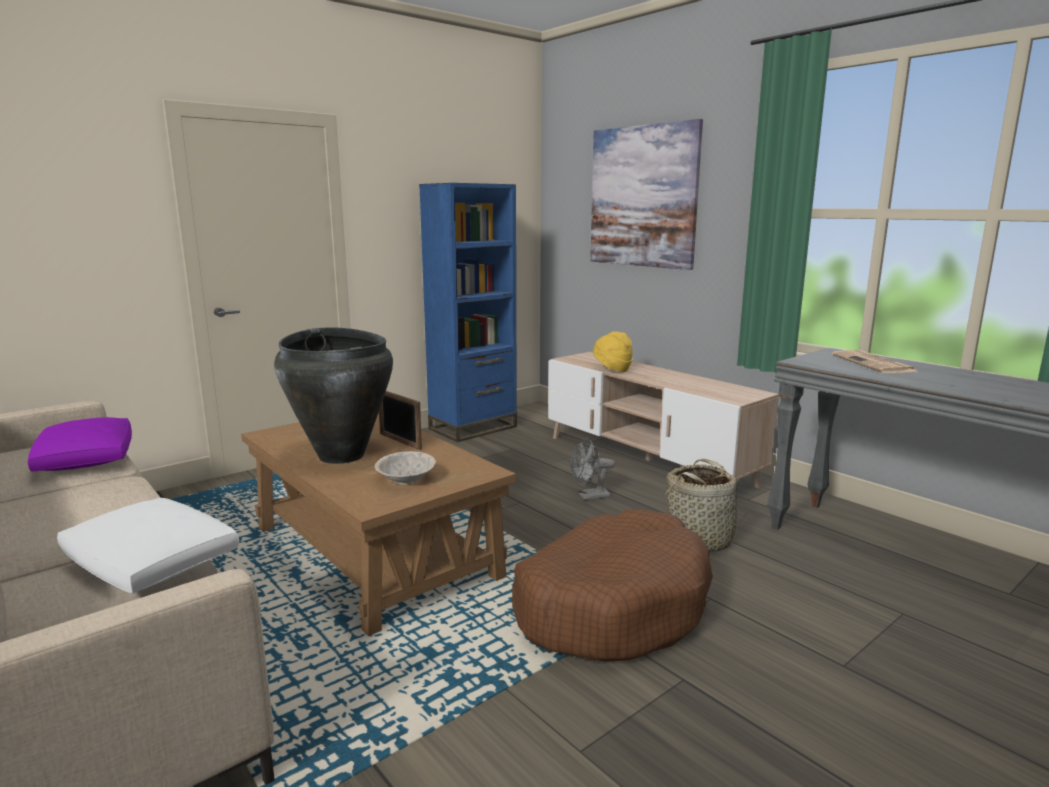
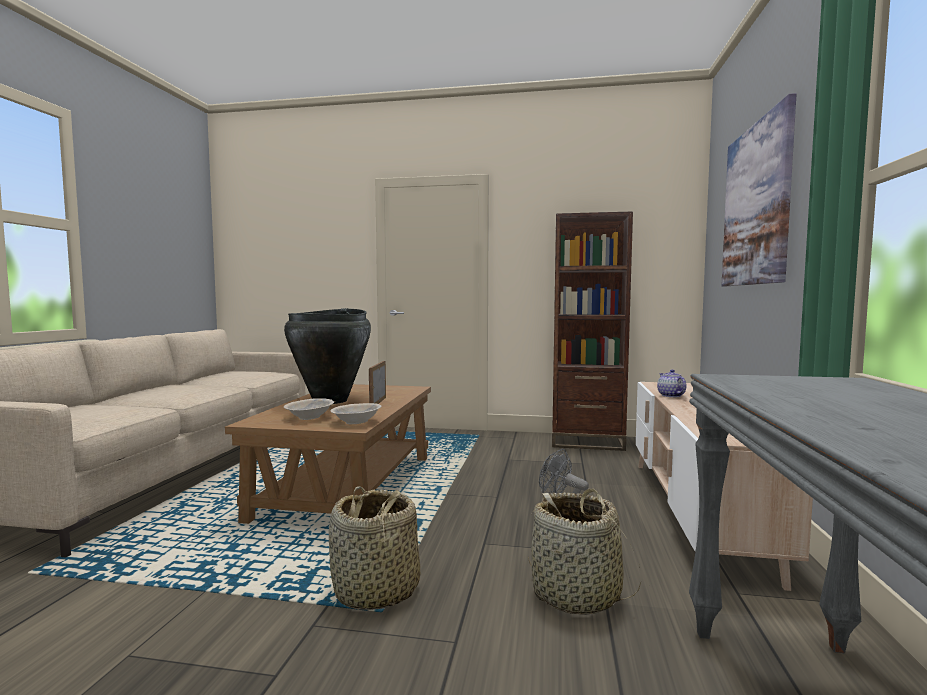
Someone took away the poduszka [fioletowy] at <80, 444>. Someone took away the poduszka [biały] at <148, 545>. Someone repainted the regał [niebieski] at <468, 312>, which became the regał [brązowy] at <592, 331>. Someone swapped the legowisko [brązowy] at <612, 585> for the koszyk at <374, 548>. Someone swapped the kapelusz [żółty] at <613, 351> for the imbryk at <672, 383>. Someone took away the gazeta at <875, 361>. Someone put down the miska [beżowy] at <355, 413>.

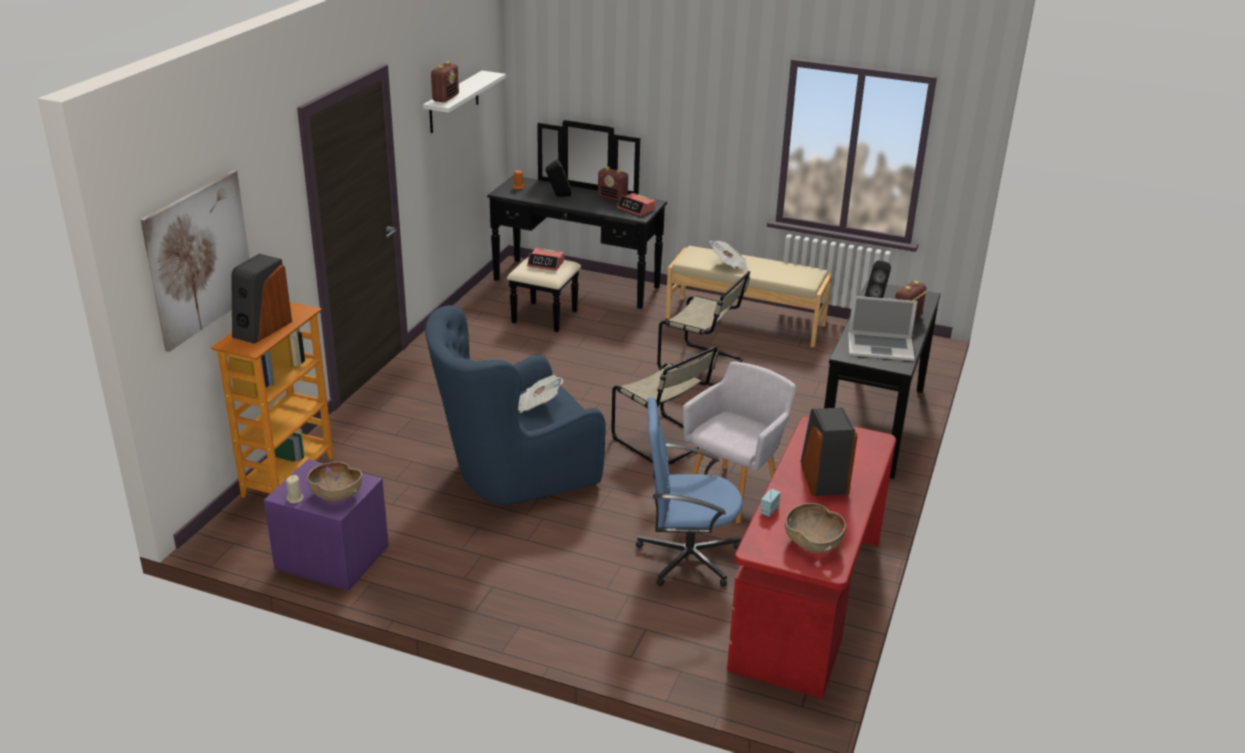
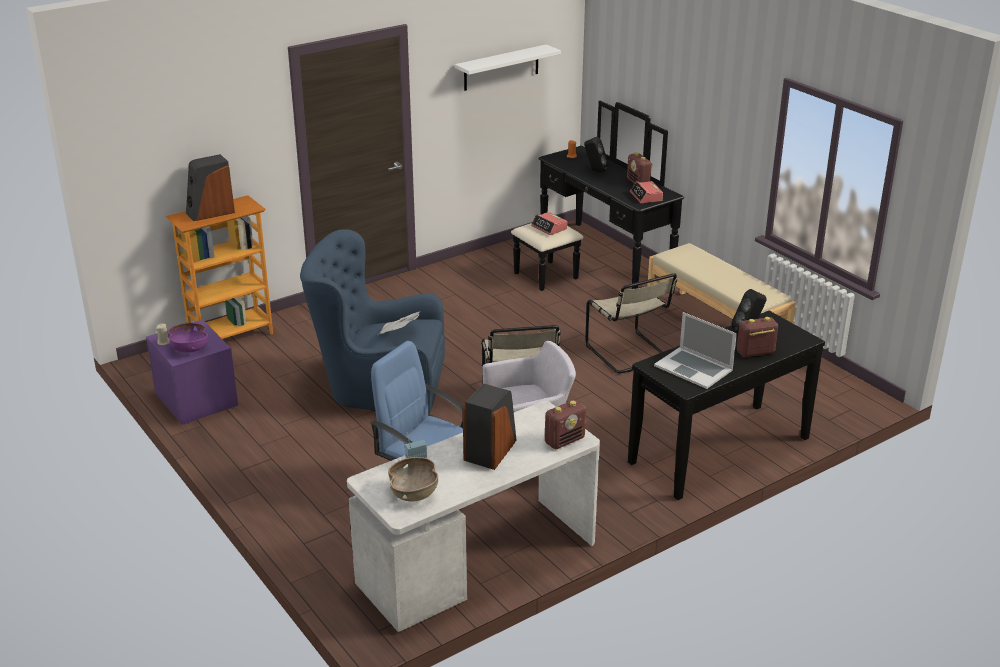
Someone took away the obraz at <195, 261>. Someone repainted the miska [brązowy] at <334, 481>, which became the miska [fioletowy] at <188, 338>. Someone carried the radio from <444, 82> to <565, 424>. Someone took away the gazeta at <729, 256>. Someone repainted the biurko [czerwony] at <811, 557>, which became the biurko [biały] at <473, 516>.

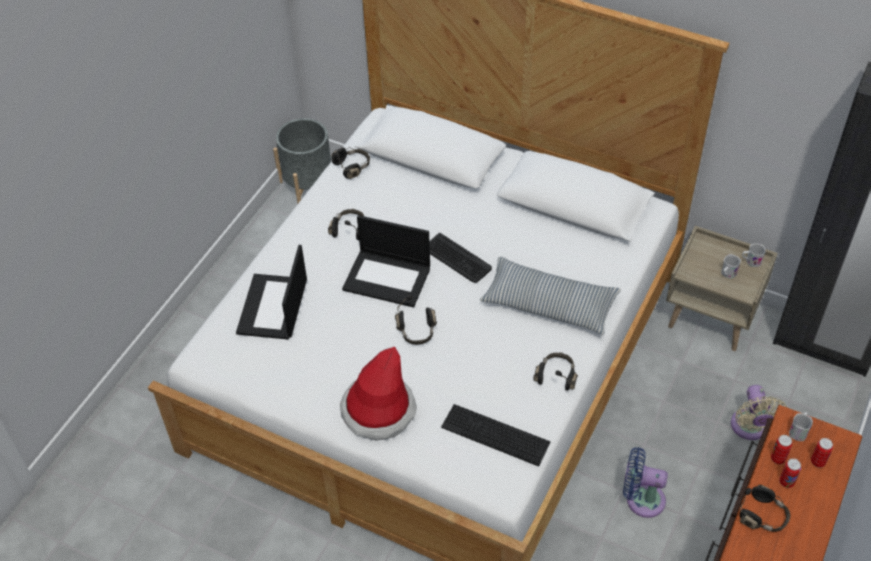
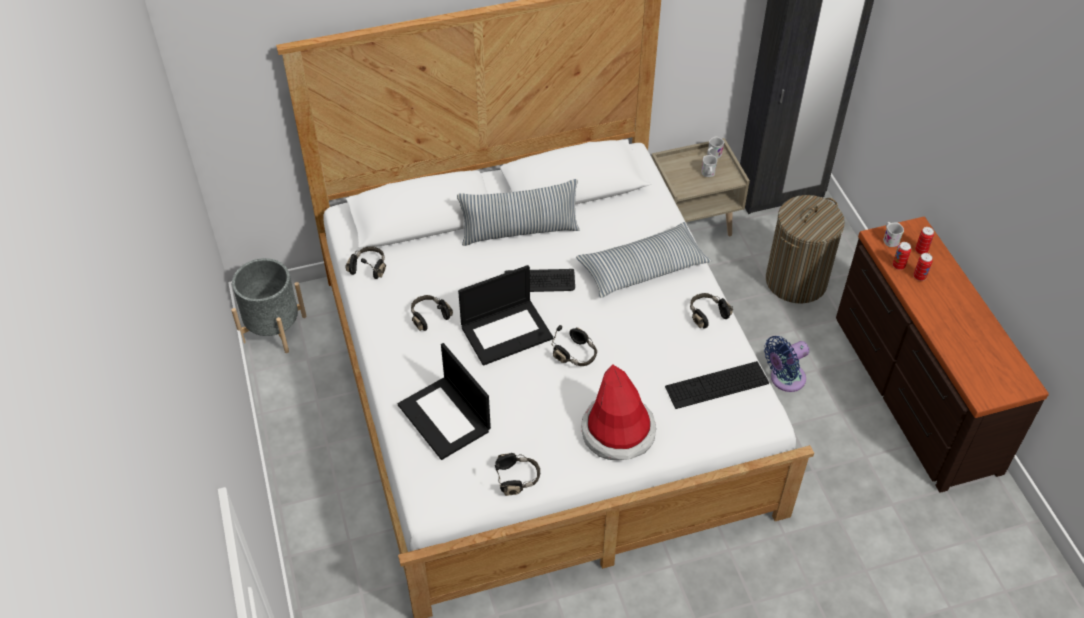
Someone swapped the wentylator [beżowy] at <759, 412> for the kosz na pranie at <805, 249>. Someone carried the słuchawki [czarny] from <764, 508> to <517, 474>. Someone put down the poduszka at <518, 212>.

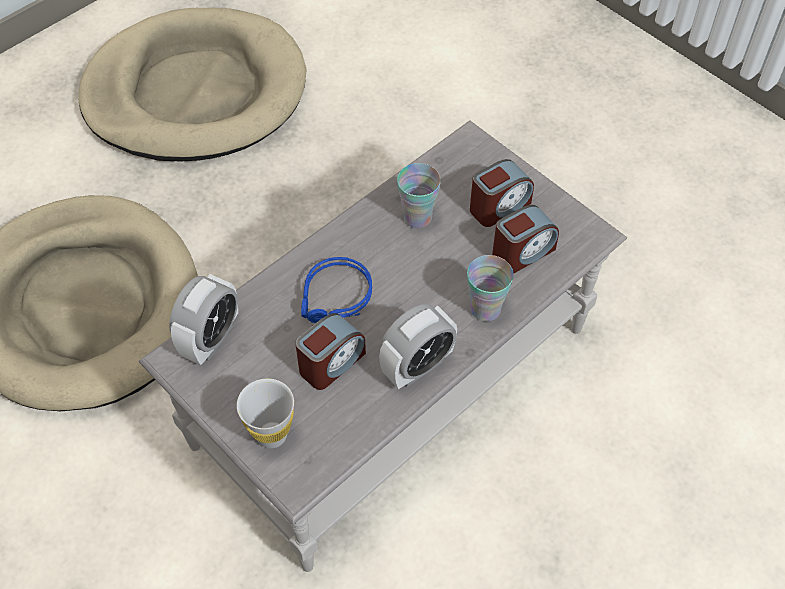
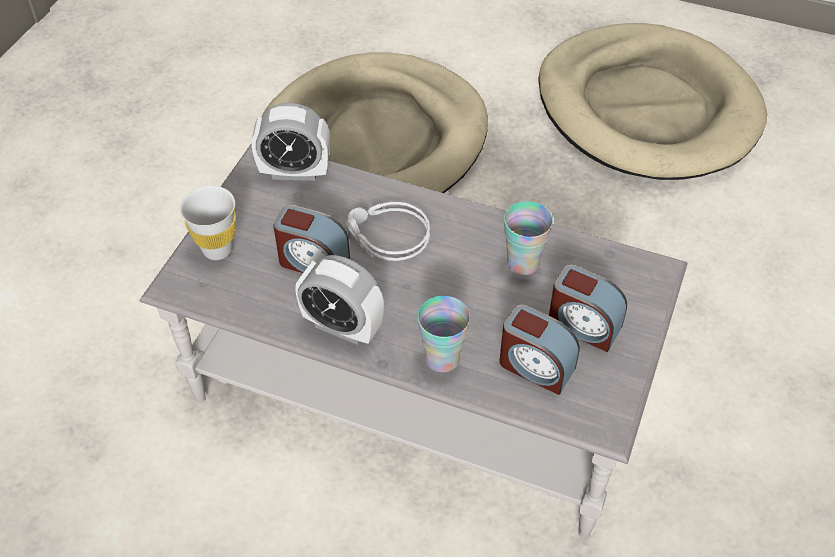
Someone repainted the słuchawki [niebieski] at <336, 290>, which became the słuchawki [szary] at <388, 231>.

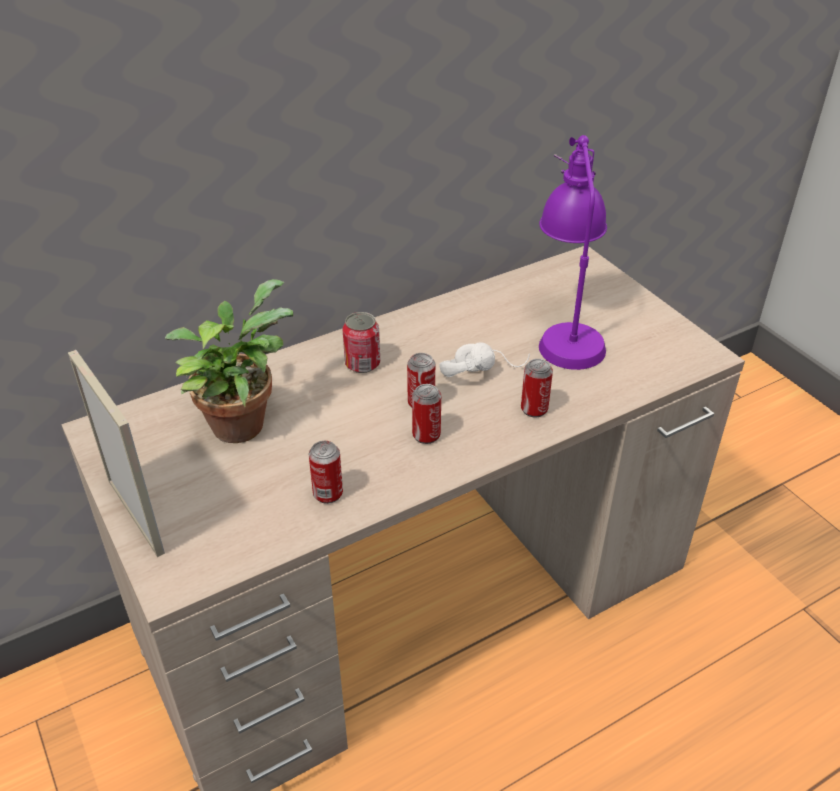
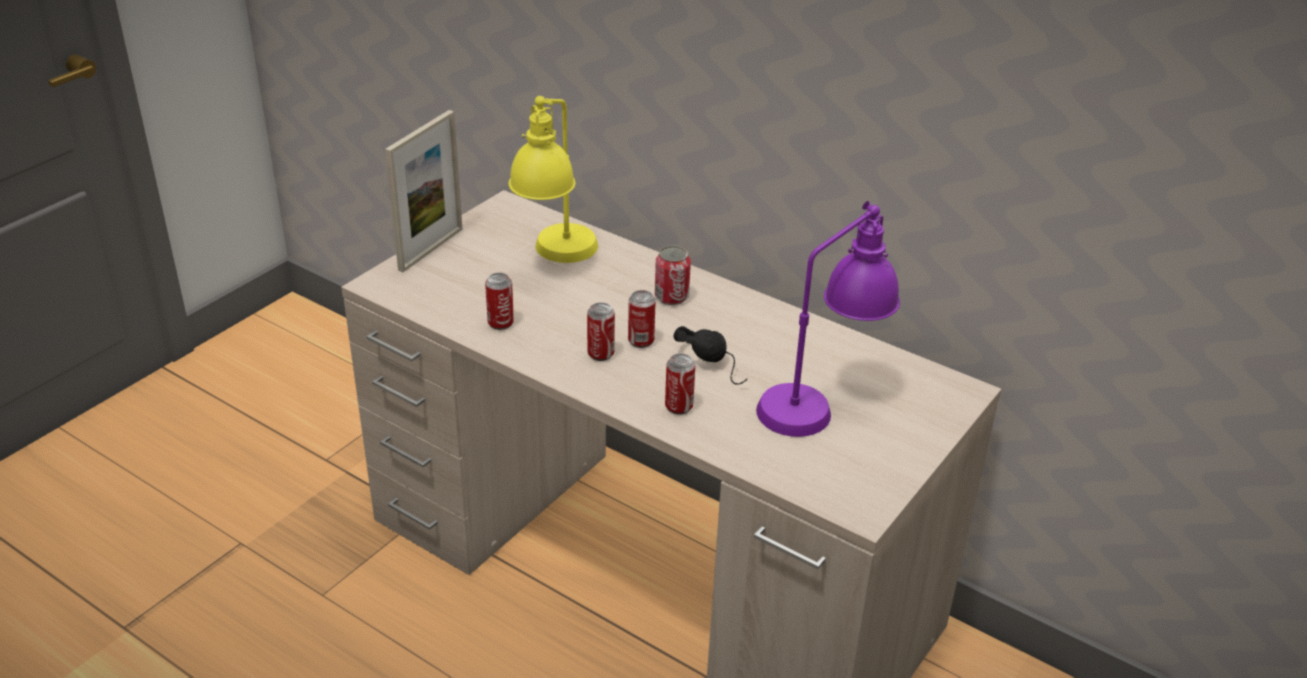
Someone swapped the roślina doniczkowa at <229, 361> for the lampa stołowa [żółty] at <553, 179>. Someone repainted the słuchawki [biały] at <484, 360>, which became the słuchawki [czarny] at <711, 355>.

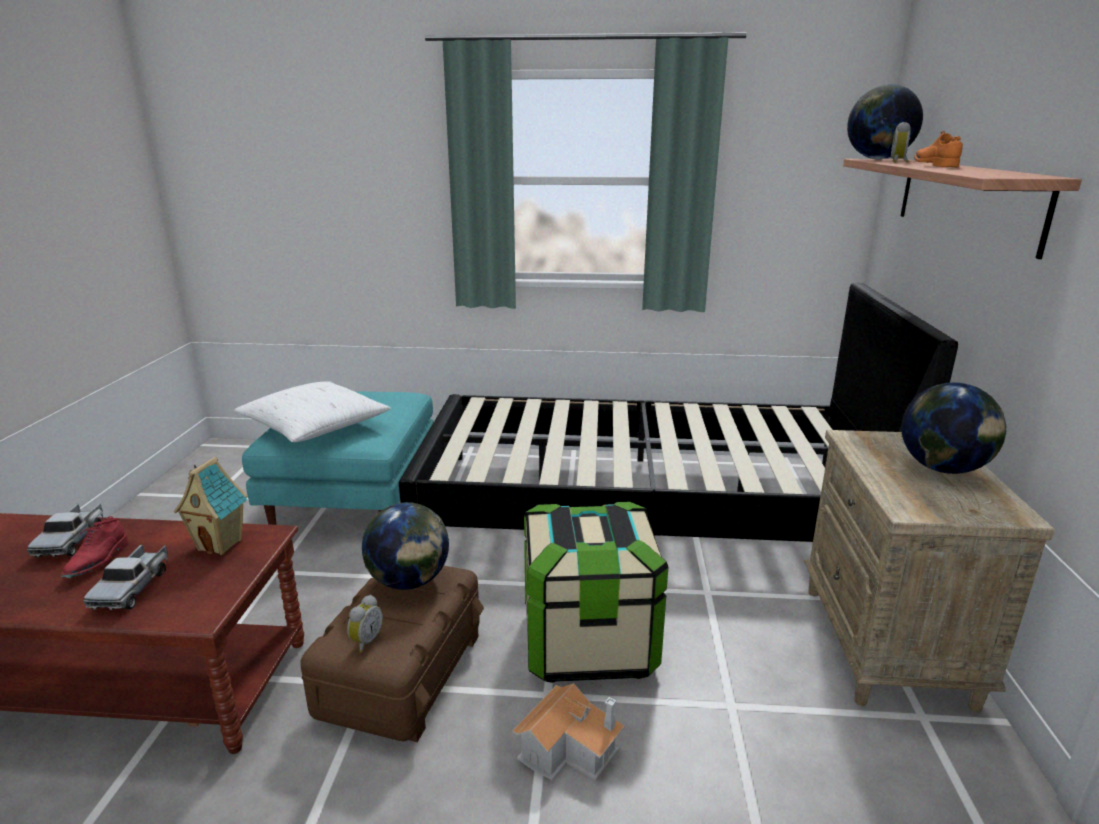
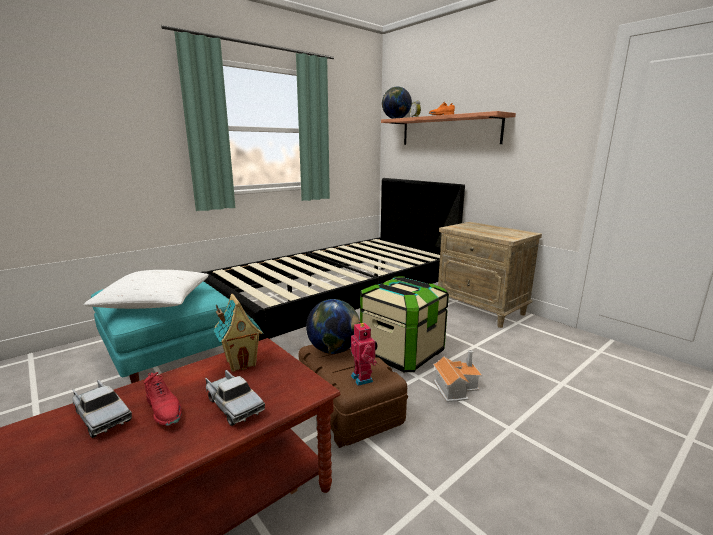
Someone swapped the budzik at <365, 624> for the robot zabawkowy at <364, 353>. Someone took away the globus at <954, 428>.

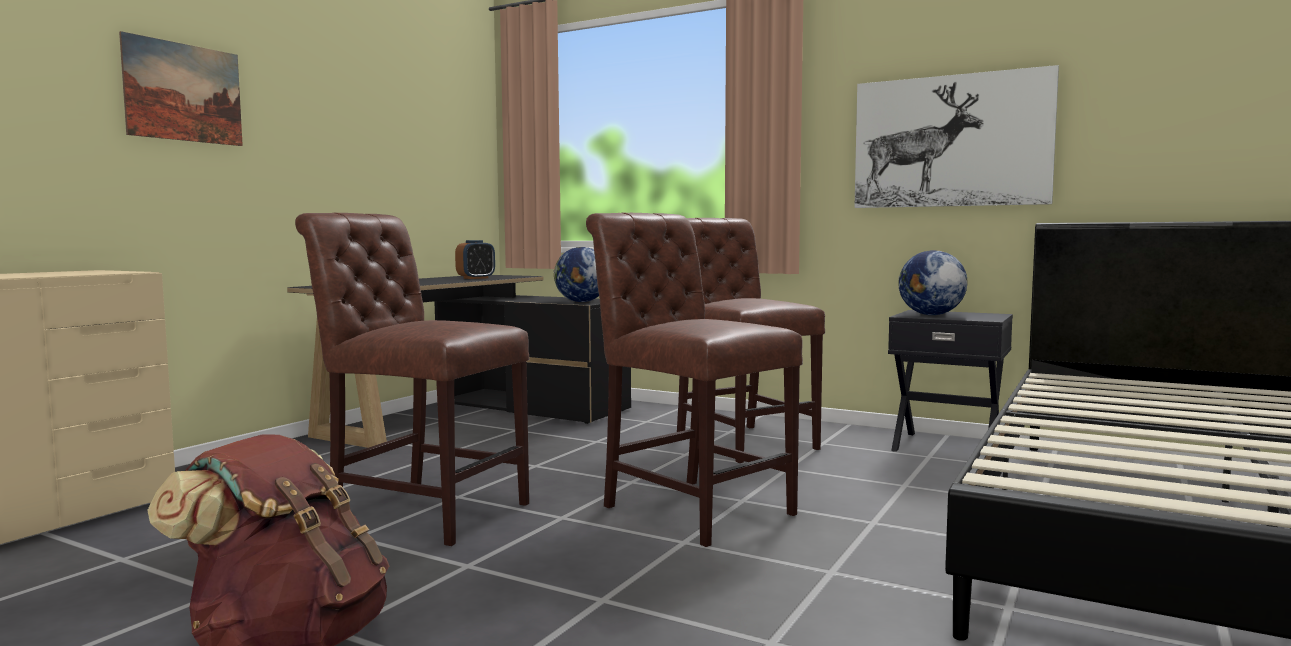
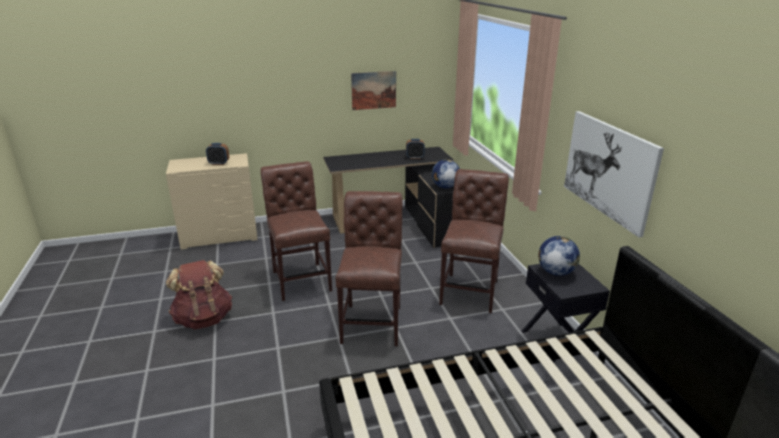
Someone carried the obraz from <181, 88> to <373, 90>. Someone put down the budzik at <217, 154>.

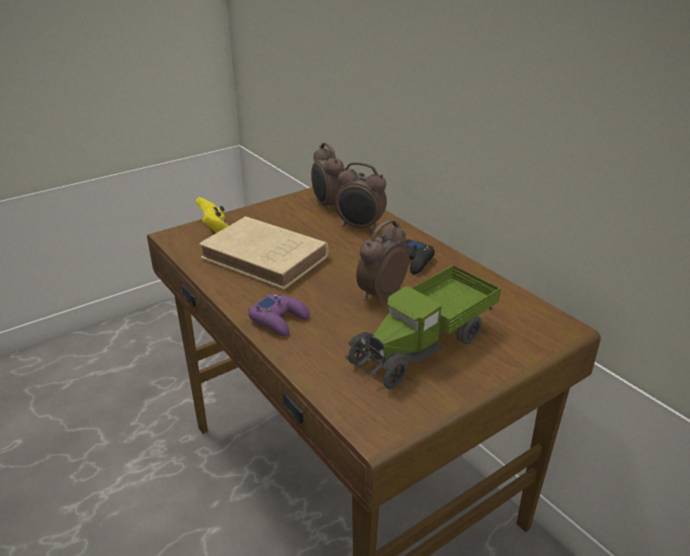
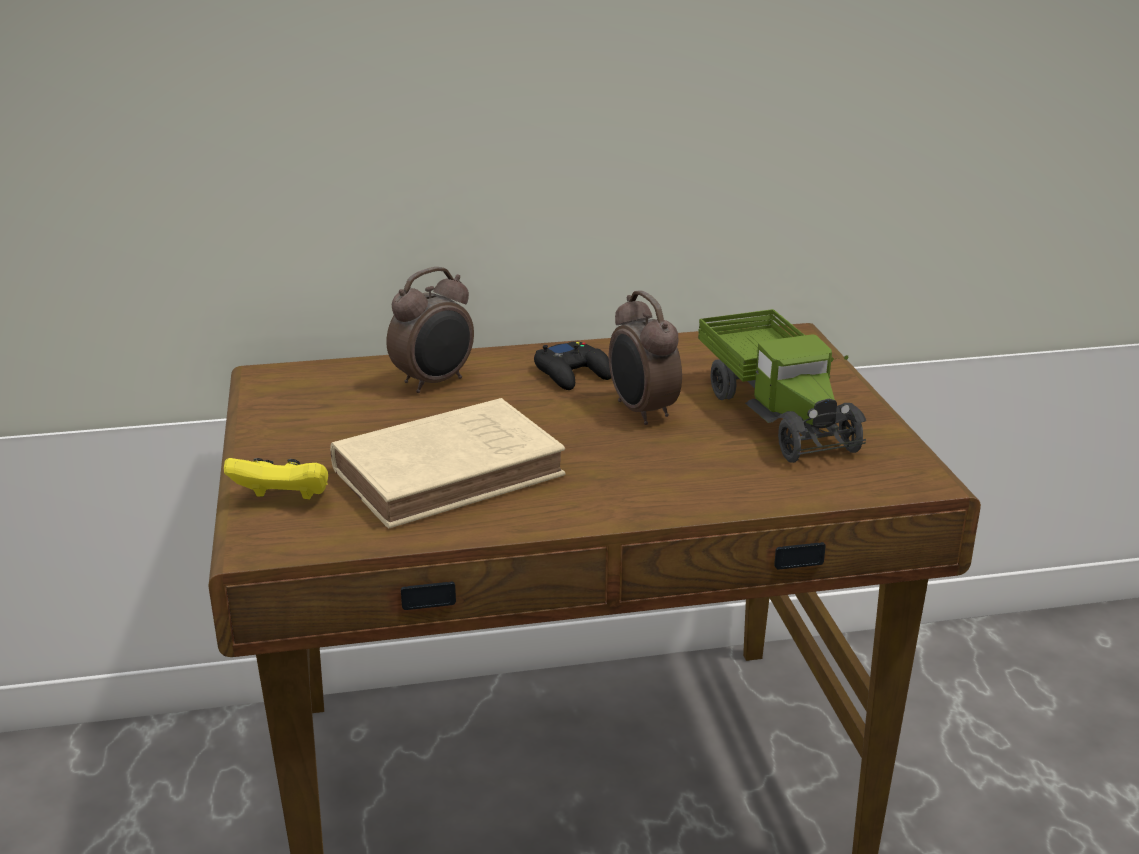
Someone took away the pad do gier [fioletowy] at <279, 314>. Someone took away the budzik at <327, 178>.

